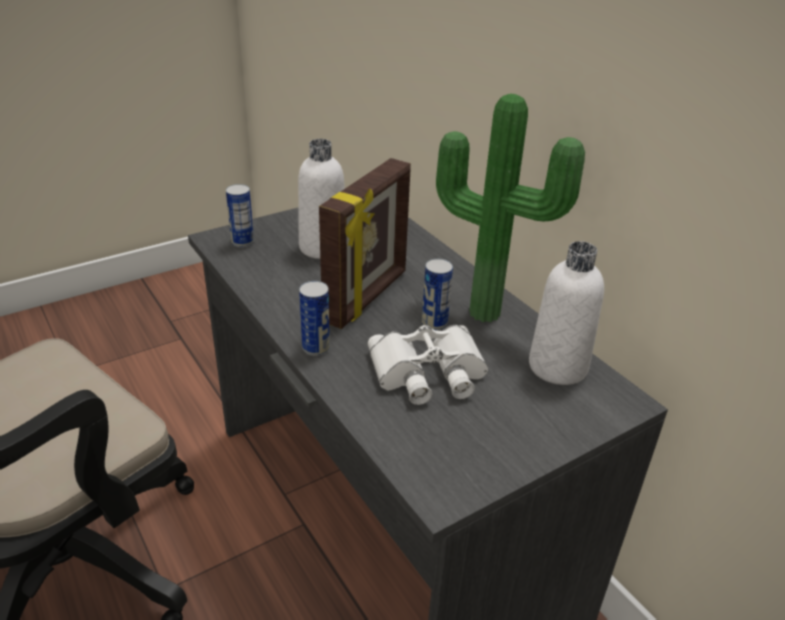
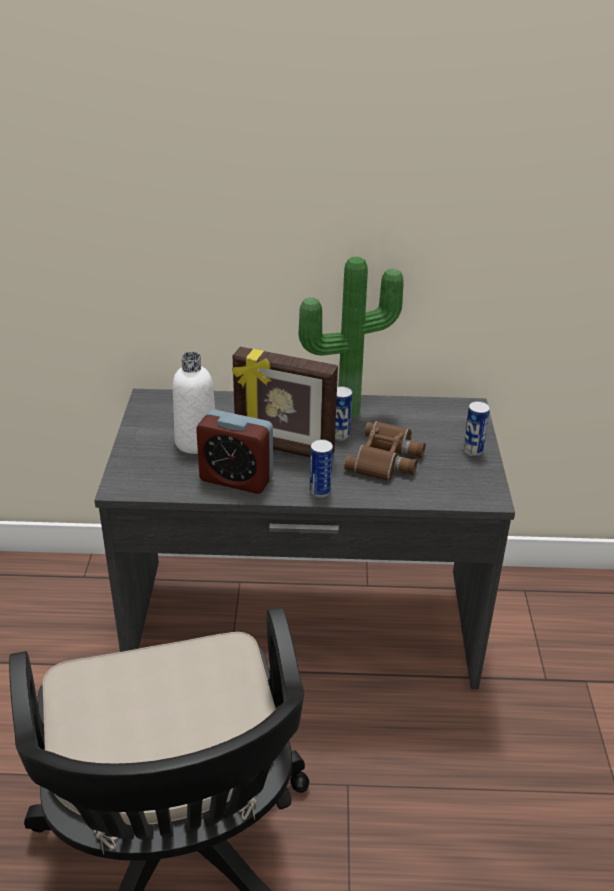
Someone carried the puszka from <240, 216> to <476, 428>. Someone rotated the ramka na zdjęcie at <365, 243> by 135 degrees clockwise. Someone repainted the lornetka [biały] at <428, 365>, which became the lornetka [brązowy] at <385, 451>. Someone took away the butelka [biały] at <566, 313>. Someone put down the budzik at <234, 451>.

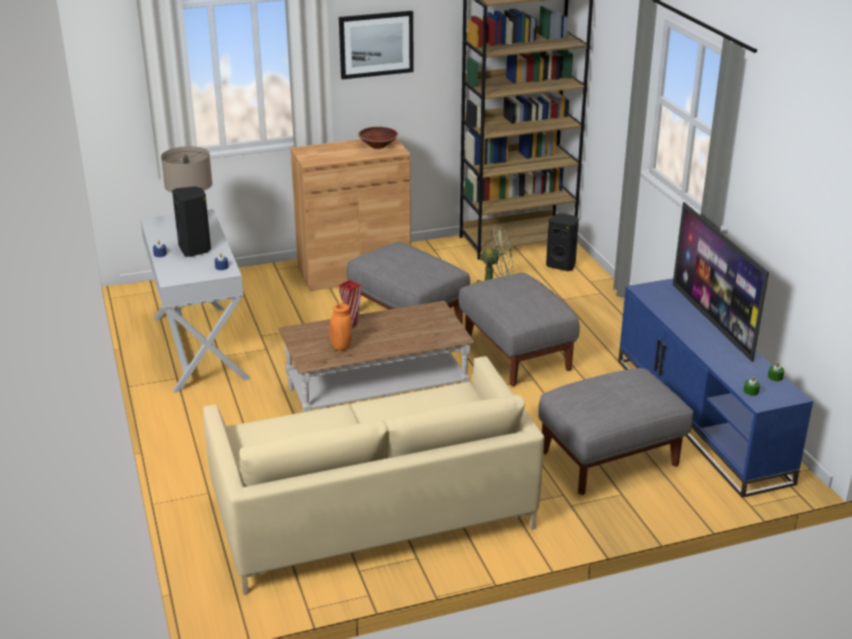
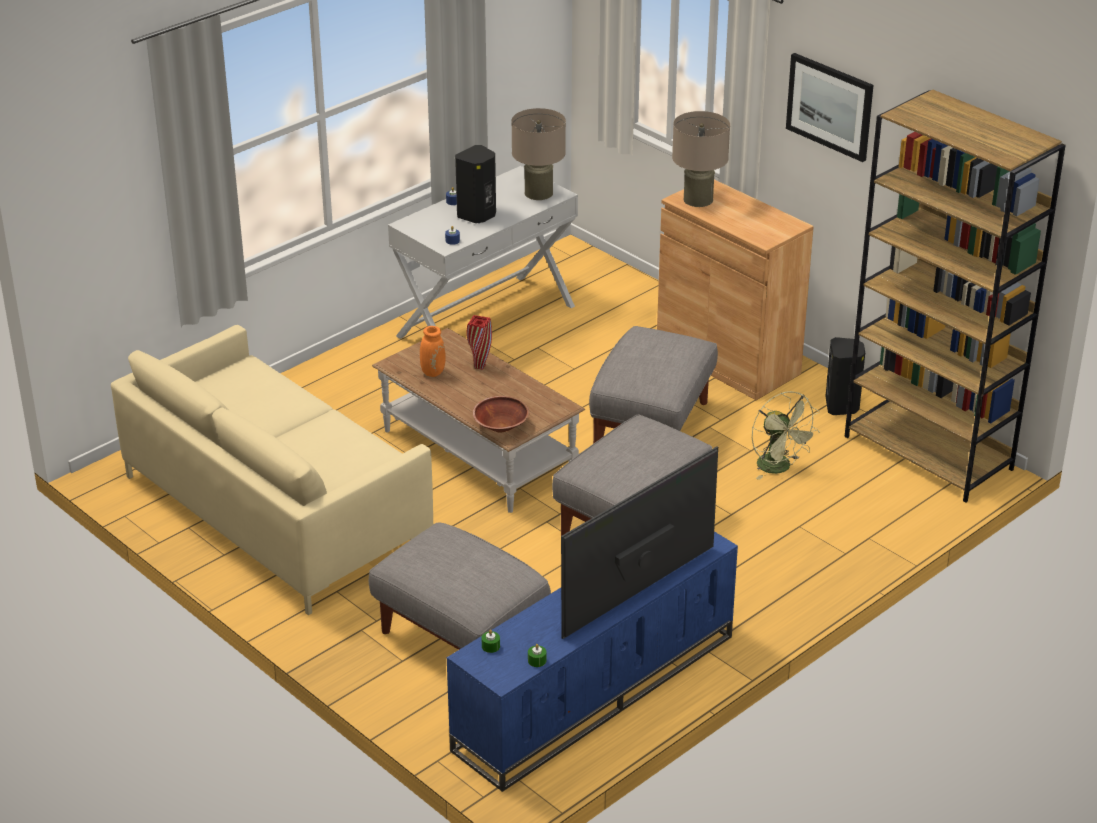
Someone carried the miska [brązowy] from <378, 138> to <501, 414>. Someone carried the głośnik [czarny] from <562, 242> to <845, 376>. Someone put down the lampa stołowa [beżowy] at <701, 159>.

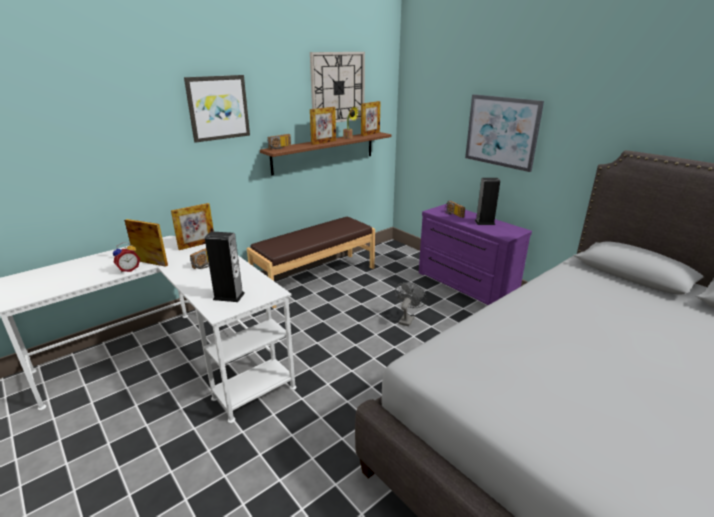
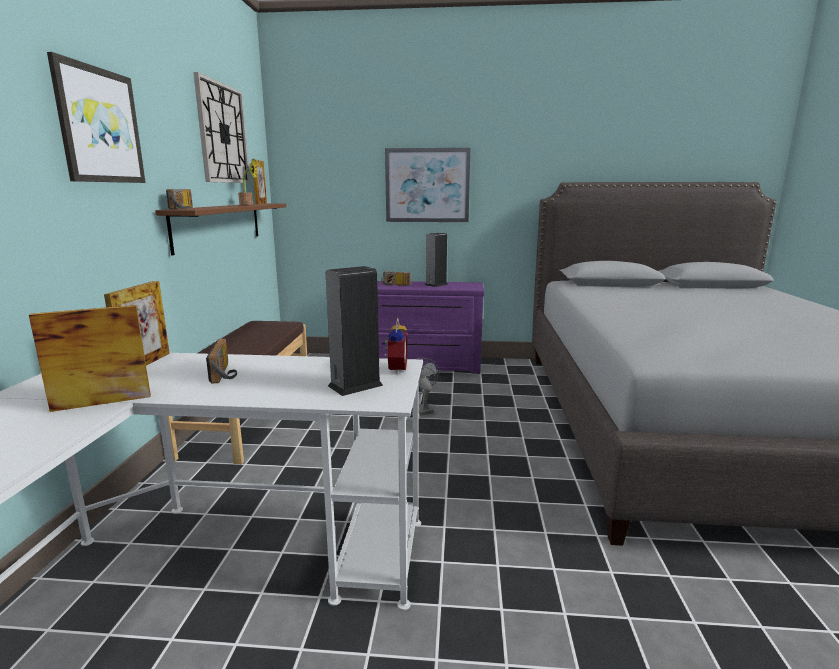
Someone carried the budzik from <126, 258> to <394, 346>. Someone took away the ramka na zdjęcie at <323, 126>.

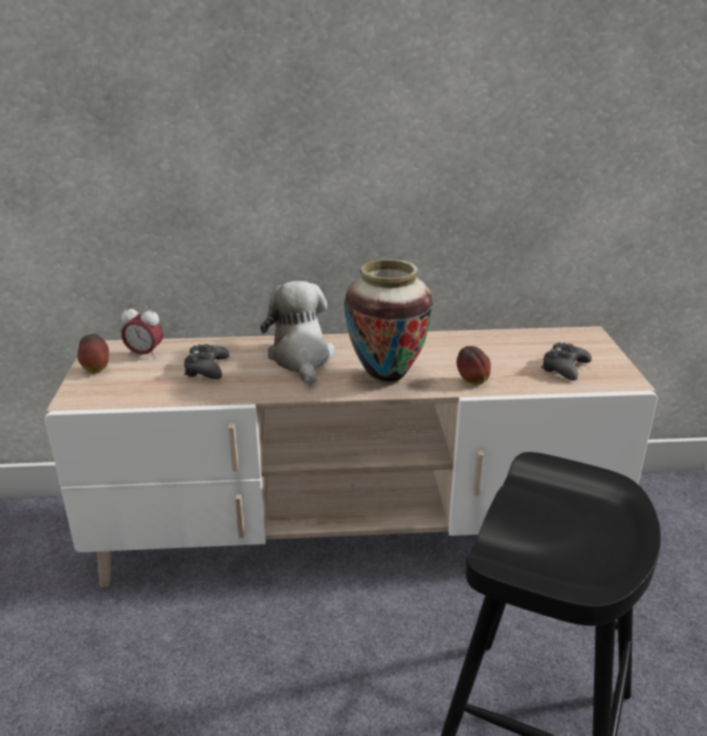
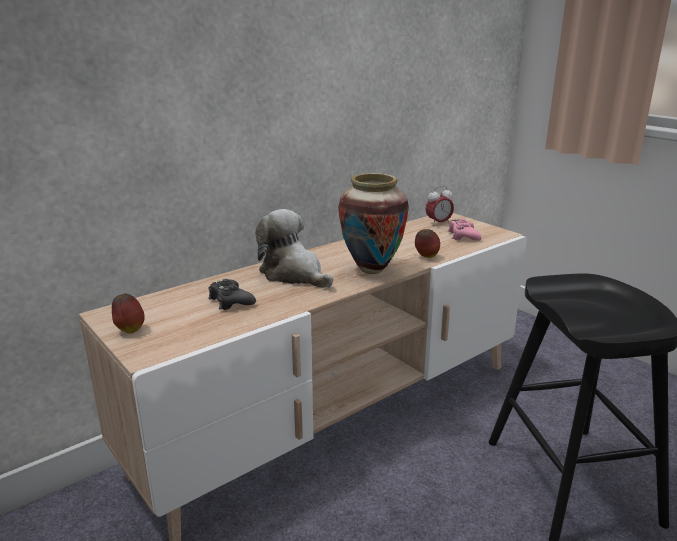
Someone carried the budzik from <142, 331> to <440, 206>. Someone repainted the pad do gier [czarny] at <566, 362>, which became the pad do gier [różowy] at <465, 229>.

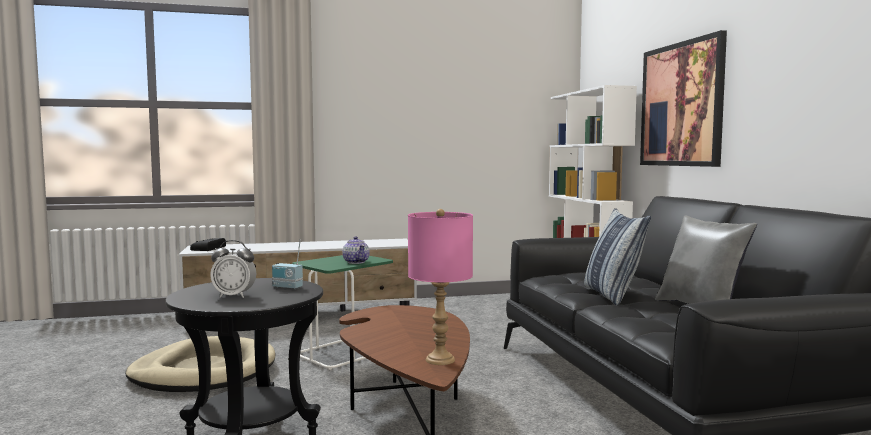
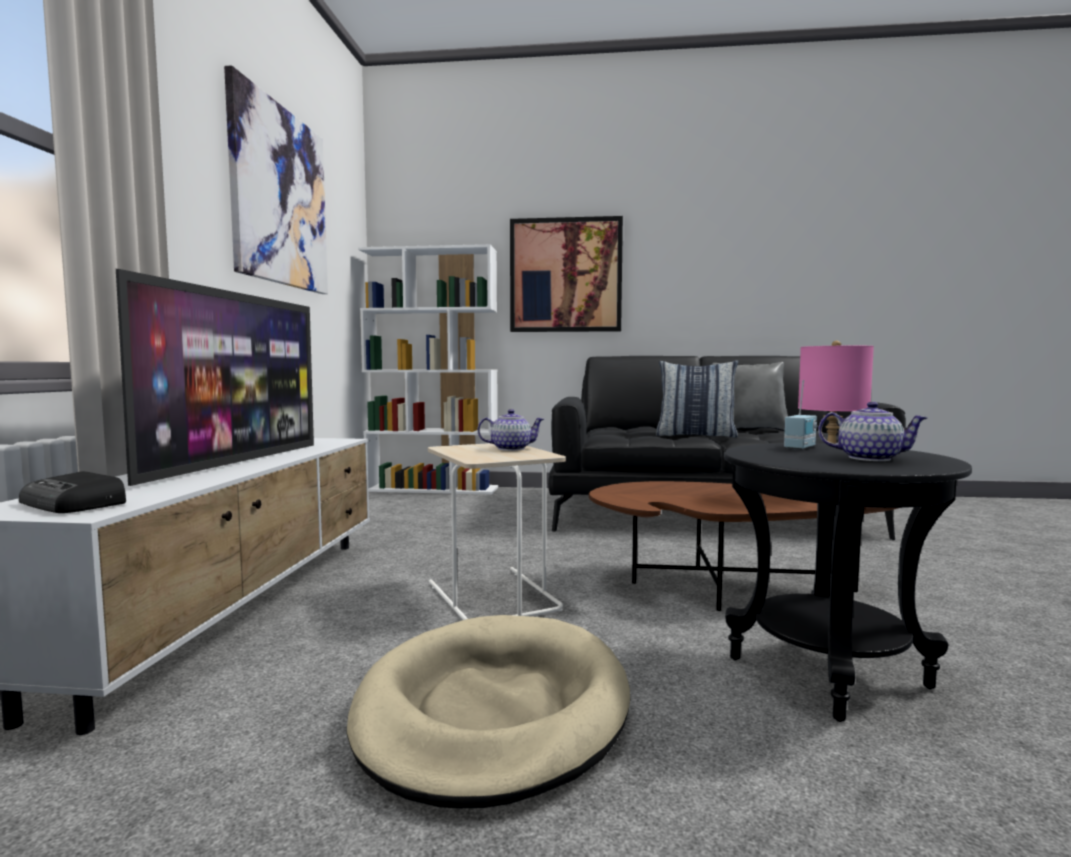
Someone swapped the budzik at <233, 269> for the imbryk at <873, 431>. Someone repainted the stolik [zielony] at <342, 312>, which became the stolik [beżowy] at <497, 531>. Someone put down the telewizor at <215, 377>. Someone put up the obraz at <276, 179>.

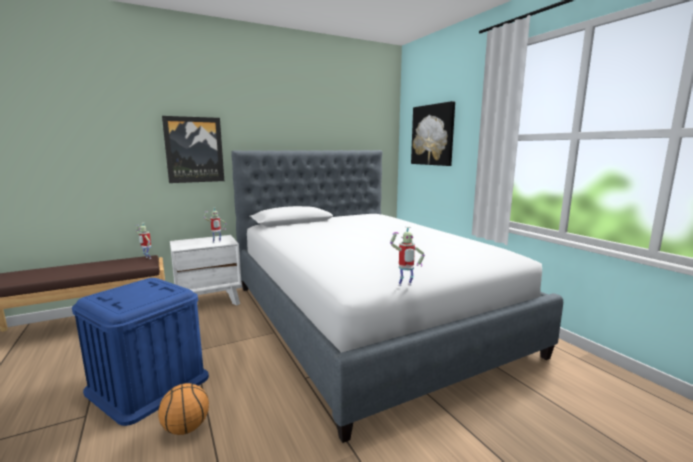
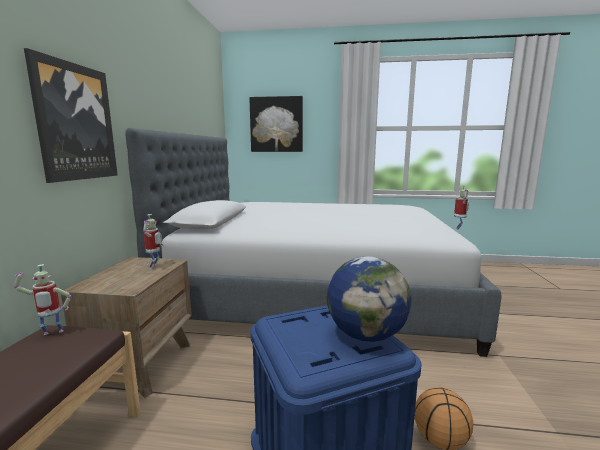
Someone repainted the szafka nocna [biały] at <206, 270>, which became the szafka nocna [brązowy] at <126, 327>. Someone put down the globus at <369, 299>.

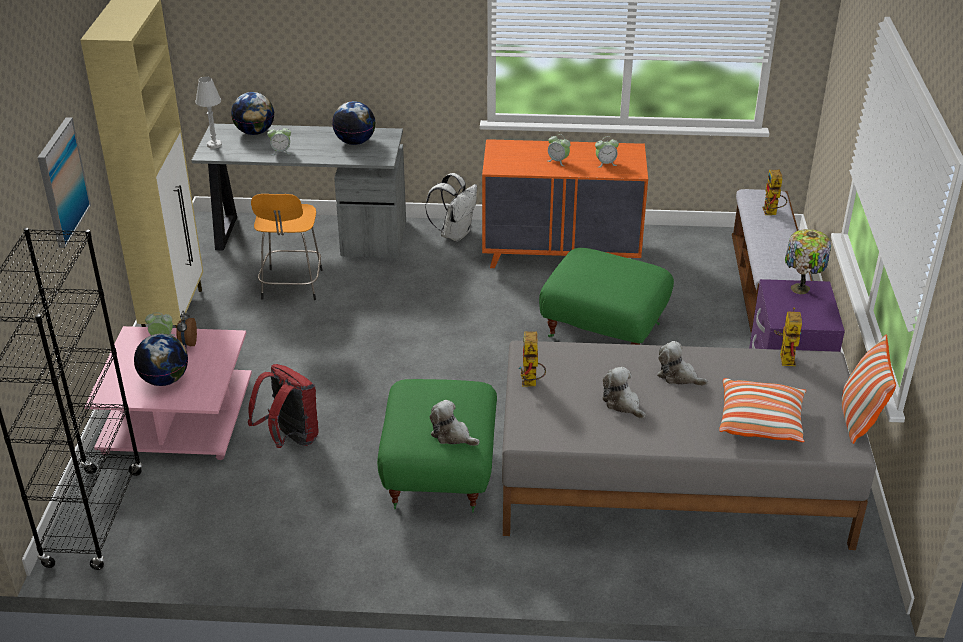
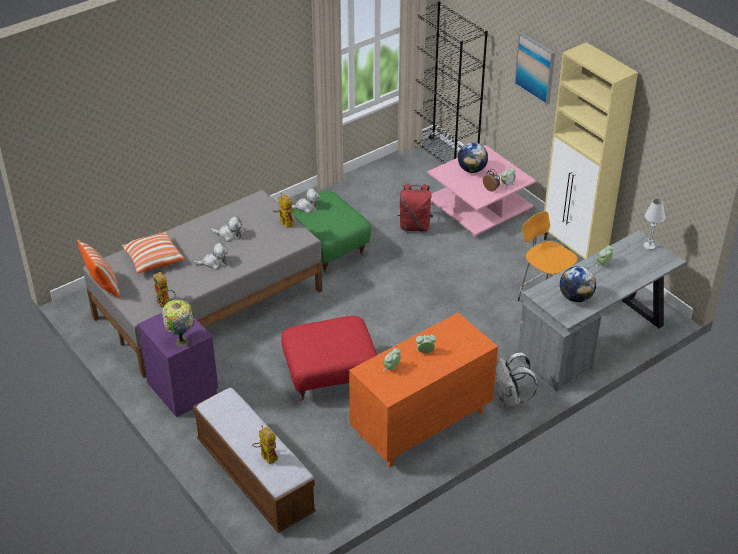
Someone took away the globus at <252, 113>. Someone repainted the pufa [zielony] at <606, 296>, which became the pufa [czerwony] at <329, 358>.

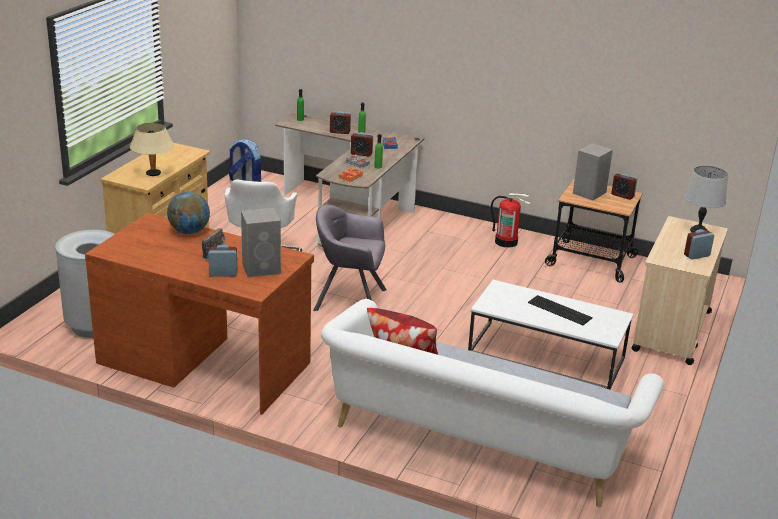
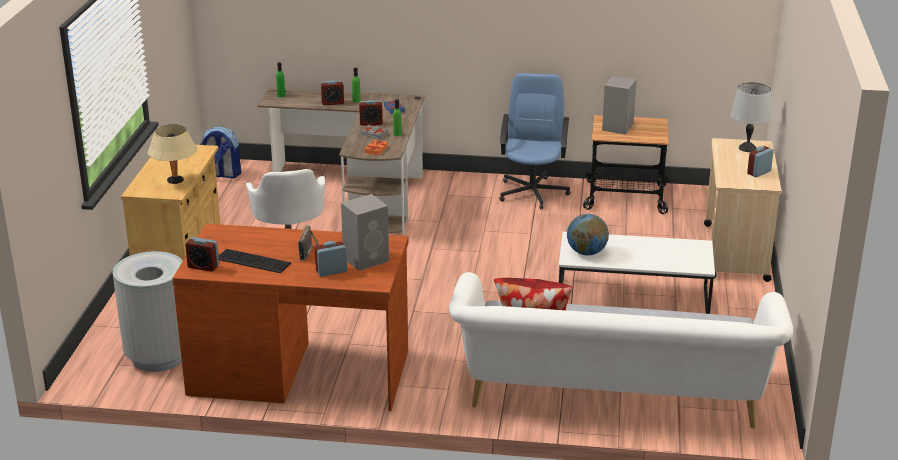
Someone carried the globus from <188, 213> to <588, 234>. Someone took away the fotel [szary] at <350, 258>. Someone swapped the gaśnica at <511, 220> for the krzesło biurowe [niebieski] at <535, 141>. Someone carried the klawiatura from <560, 310> to <254, 261>. Someone carried the budzik from <624, 186> to <202, 254>.

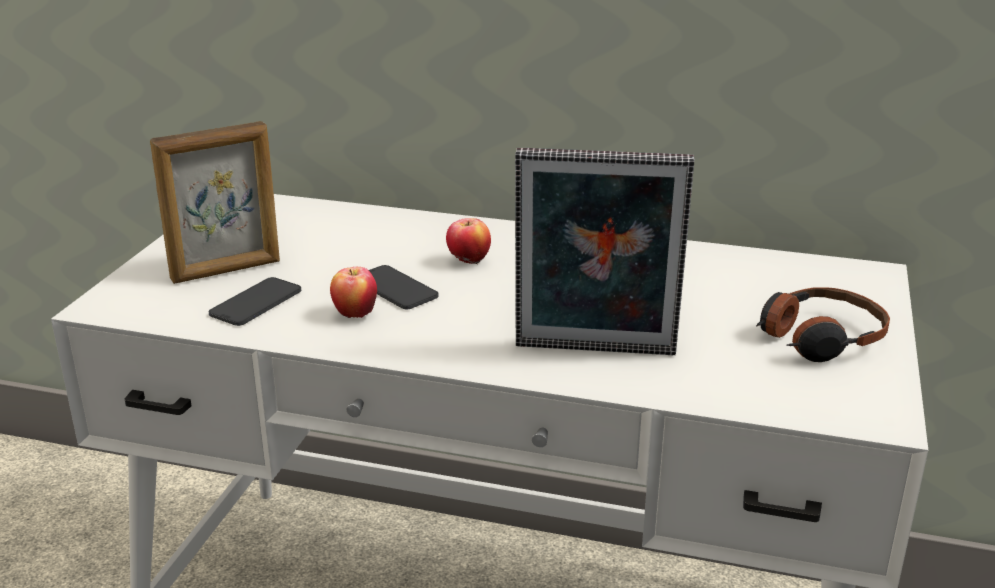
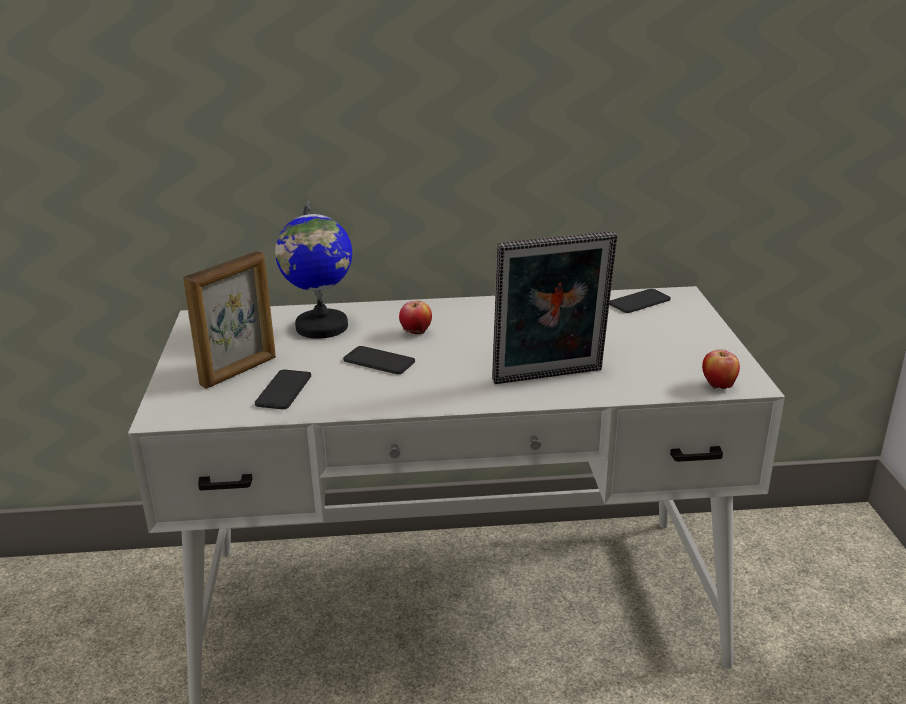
Someone carried the jabłko from <353, 292> to <721, 369>. Someone took away the słuchawki at <823, 324>. Someone put down the globus at <313, 270>. Someone put down the telefon at <640, 301>.

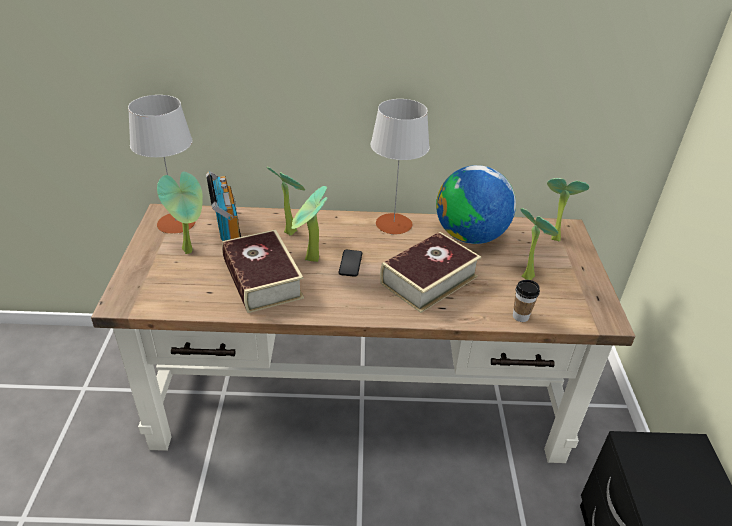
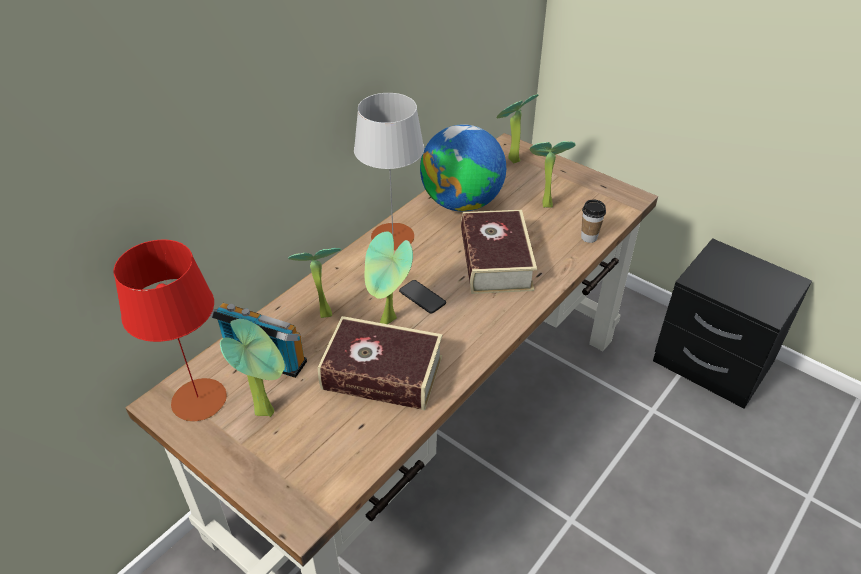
Someone repainted the lampa stołowa [szary] at <162, 164>, which became the lampa stołowa [czerwony] at <170, 330>.

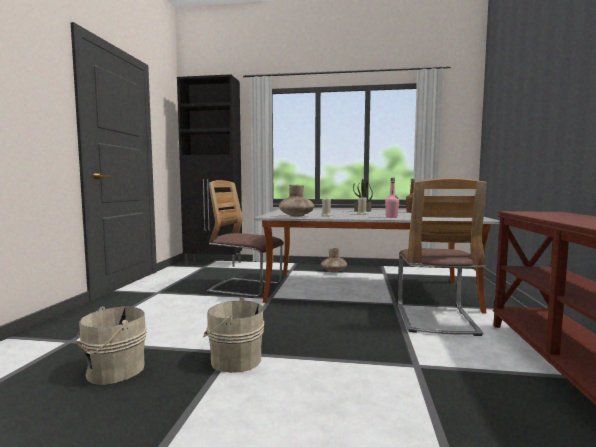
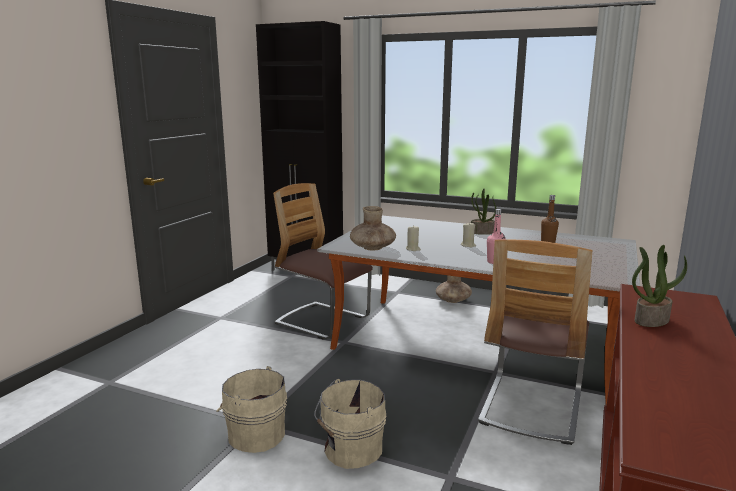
Someone carried the wiadro [beżowy] from <111, 345> to <350, 424>. Someone put down the roślina doniczkowa at <659, 286>.

